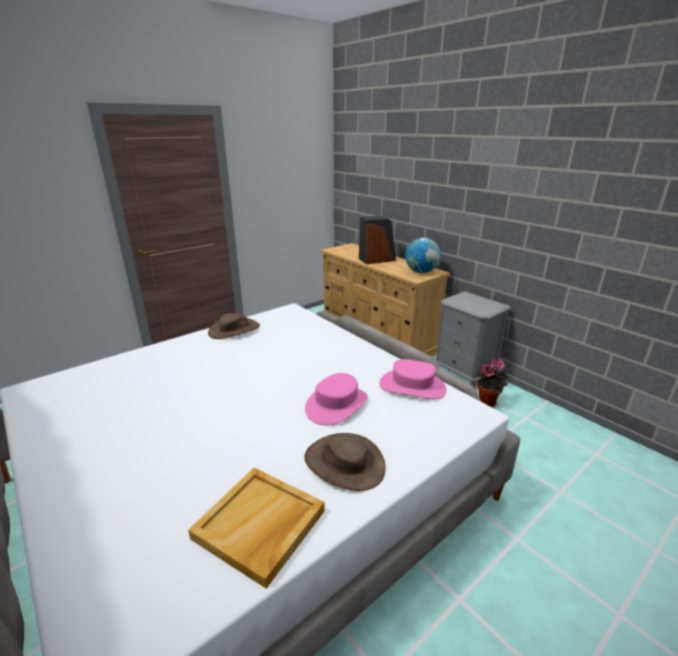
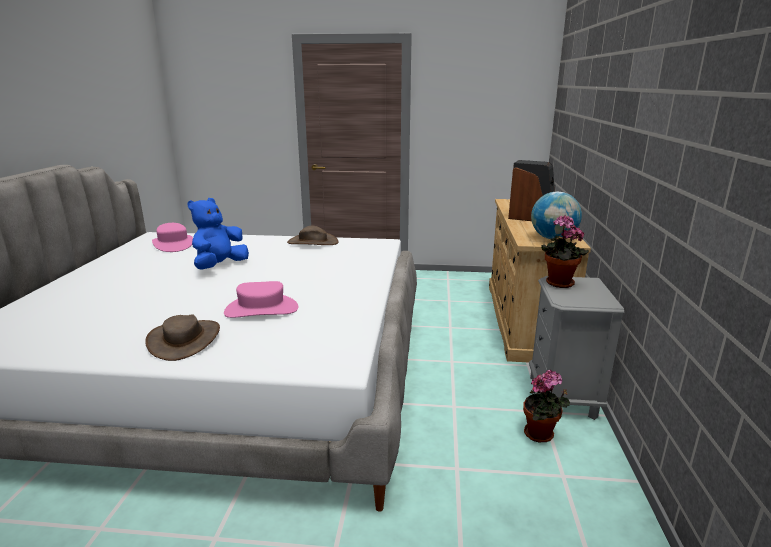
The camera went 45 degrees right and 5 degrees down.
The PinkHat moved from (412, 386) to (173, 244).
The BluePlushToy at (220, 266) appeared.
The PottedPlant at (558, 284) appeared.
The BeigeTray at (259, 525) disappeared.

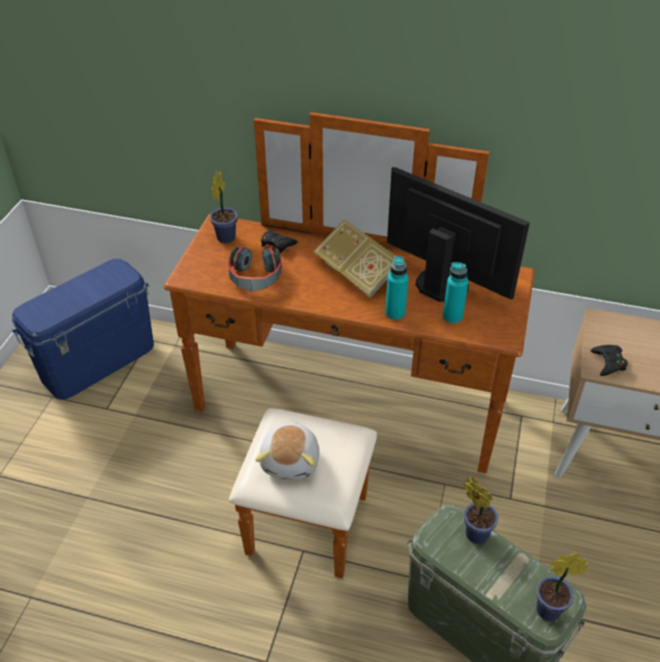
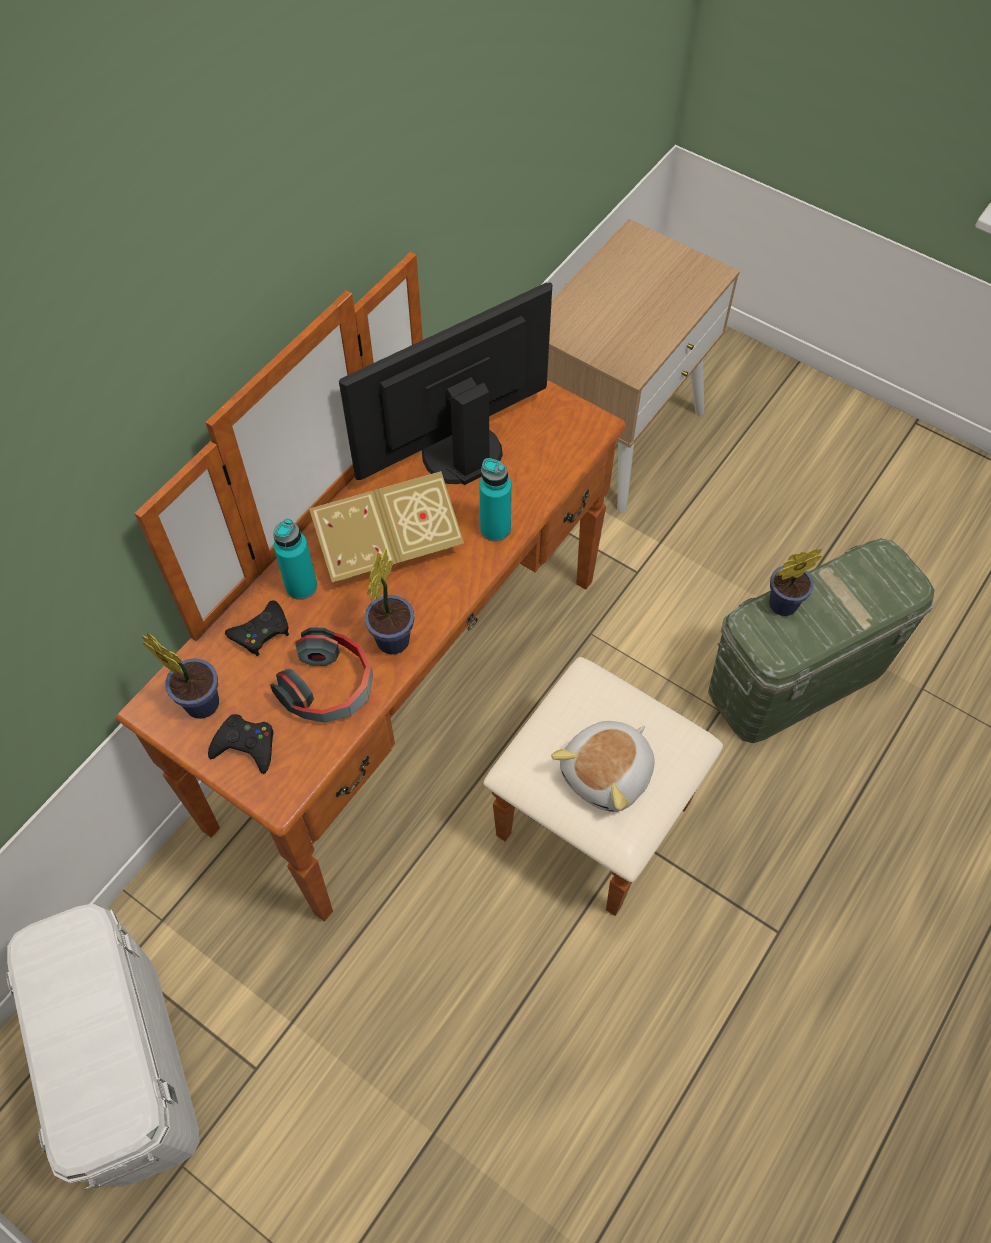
The camera went 70 degrees left and 15 degrees up.
The BlueStorageBox at (97, 360) became the WhiteStorageBox at (130, 1065).
The BlackGameController moved from (608, 362) to (246, 746).
The TurquoiseBottle moved from (452, 317) to (301, 586).
The PottedPlant moved from (551, 610) to (394, 636).
The PlushToy at (291, 461) turned 105 degrees clockwise.

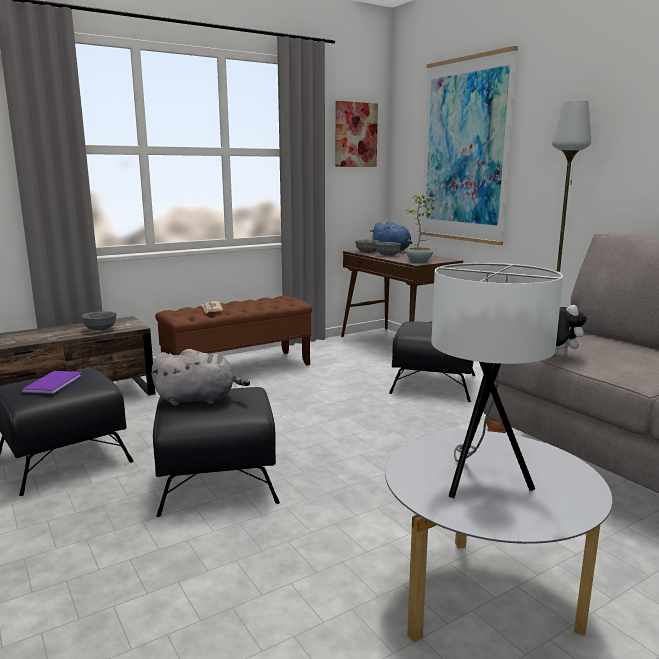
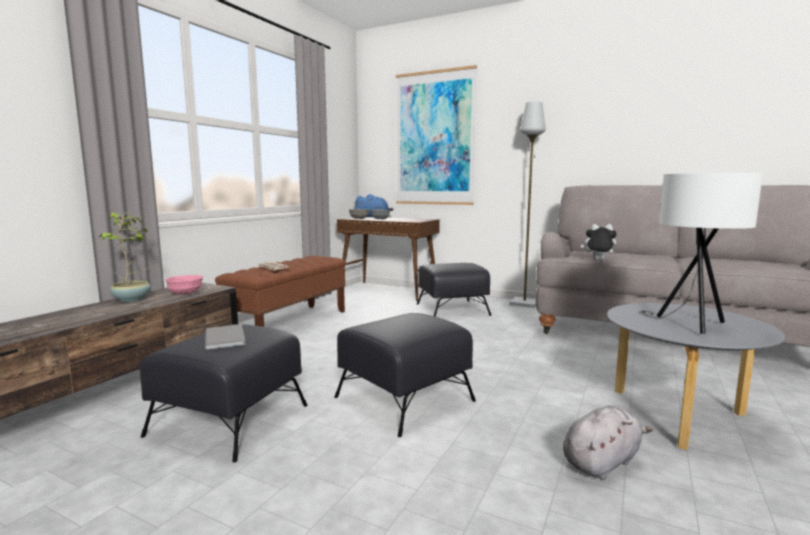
The camera went 30 degrees left and 5 degrees down.
The PottedPlant moved from (420, 261) to (132, 299).
The GreyBowl at (100, 329) became the PinkBowl at (185, 293).
The PurpleBook at (55, 383) became the GreyBook at (226, 337).
The GreyPlushToy moved from (199, 399) to (602, 462).
The Picture at (355, 134) disappeared.

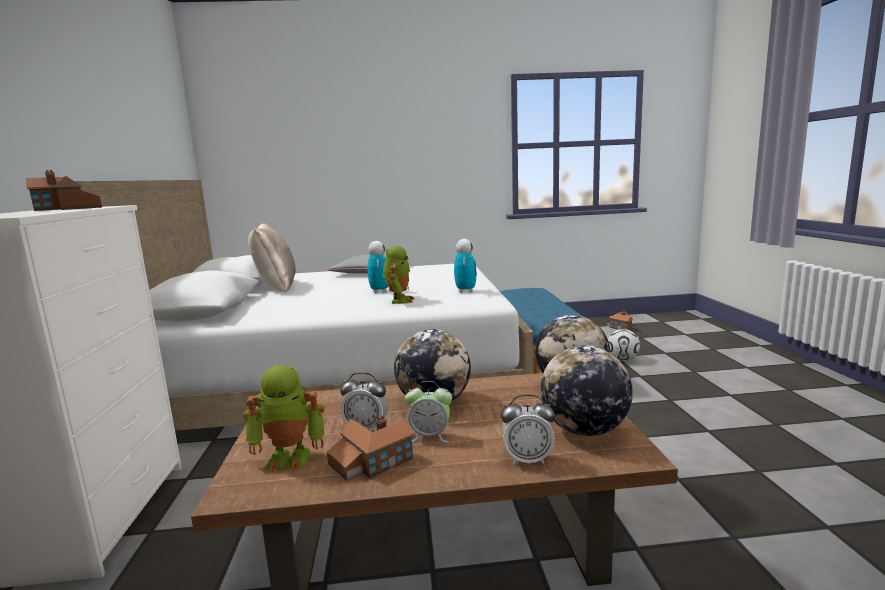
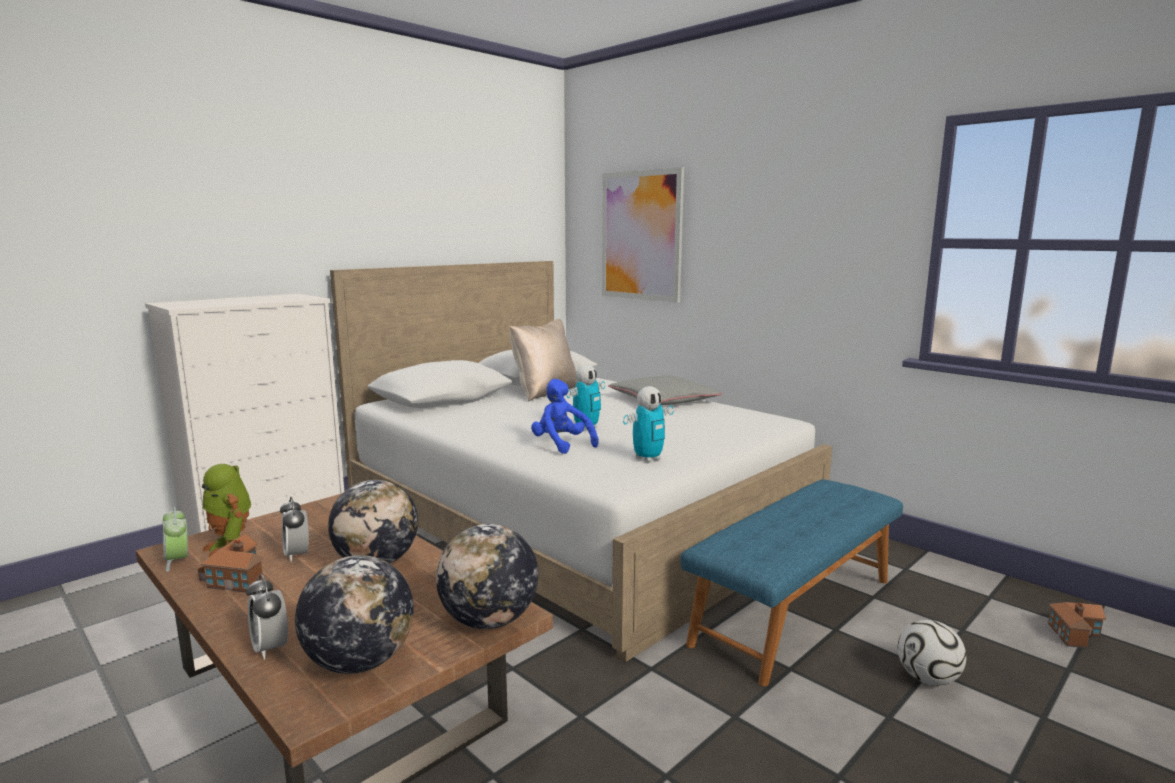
The camera went 50 degrees right and 0 degrees up.
The AlarmClock moved from (430, 436) to (178, 561).
The ToyRobot at (399, 300) was replaced by the BluePlushToy at (561, 445).
The Picture at (641, 236) appeared.
The ToyHouse at (69, 208) disappeared.

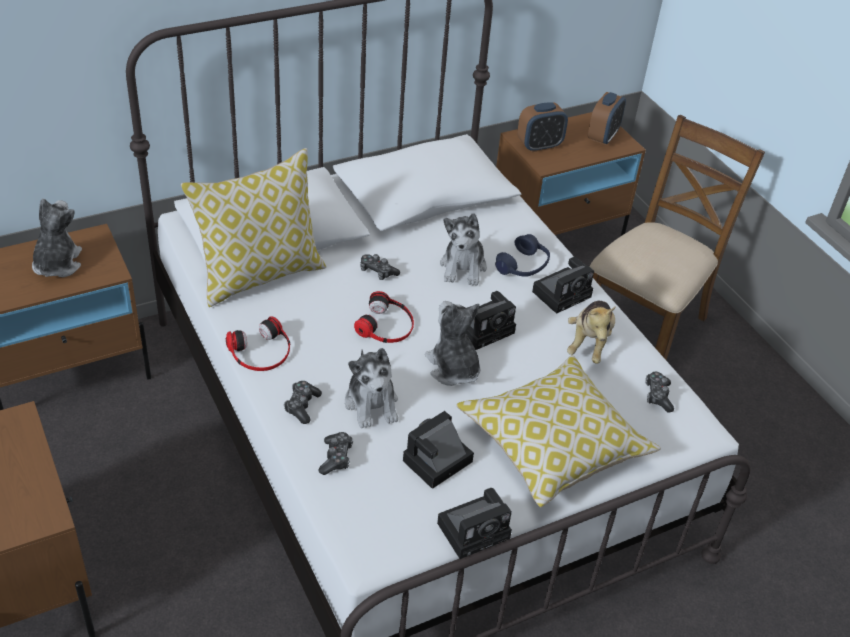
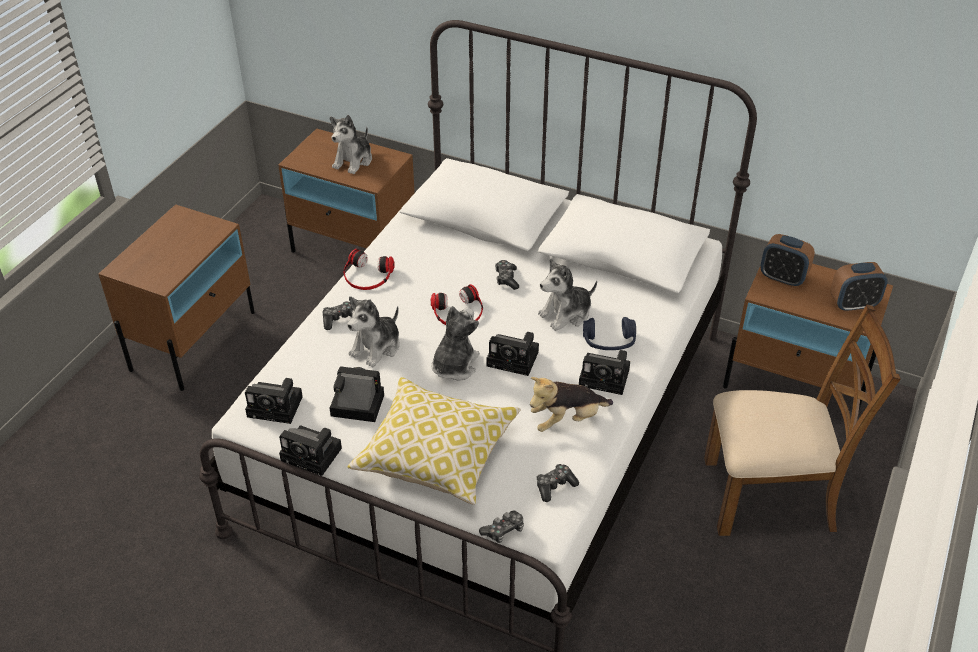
The camera went 55 degrees right and 0 degrees up.
The PhotoCamera at (277, 406) appeared.
The PlushToy at (57, 264) turned 150 degrees clockwise.
The GameController moved from (336, 458) to (503, 530).
The Pillow at (260, 274) disappeared.

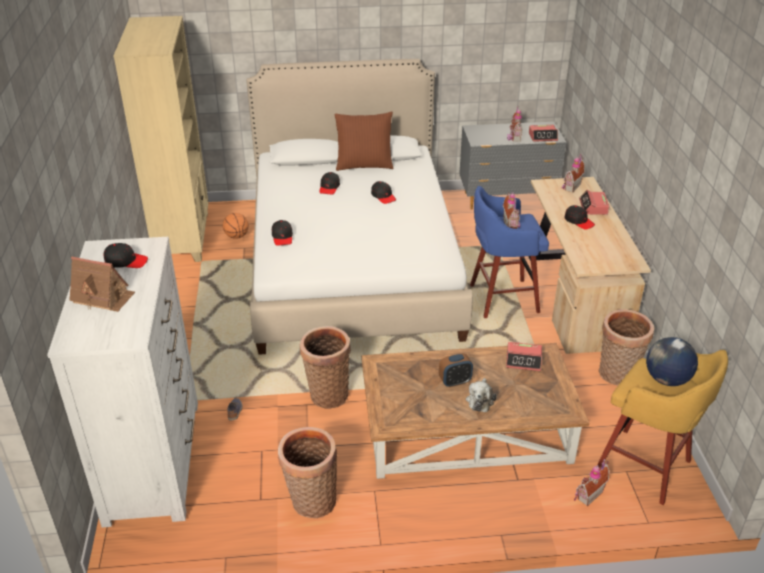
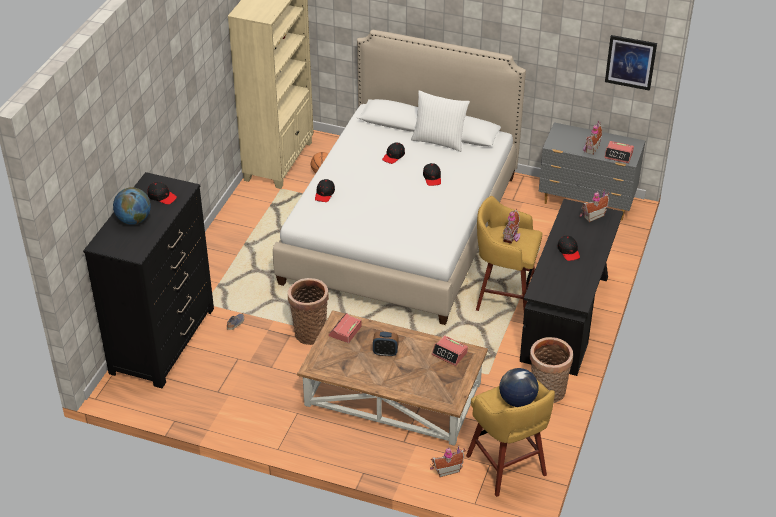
The camera went 25 degrees right and 5 degrees up.
The WhiteDresser at (154, 460) became the BlackDresser at (163, 340).
The ToyHouse at (103, 297) was replaced by the Globe at (134, 220).
The AlarmClock moved from (593, 207) to (345, 331).
The BrownPillow at (364, 165) became the WhitePillow at (439, 141).
The BlueStool at (501, 299) became the YellowStool at (504, 298).
The BeigeDesk at (573, 297) became the BlackDesk at (568, 316).
The Picture at (630, 62) appeared.
The Basket at (311, 501) disappeared.
The PlushToy at (480, 400) disappeared.

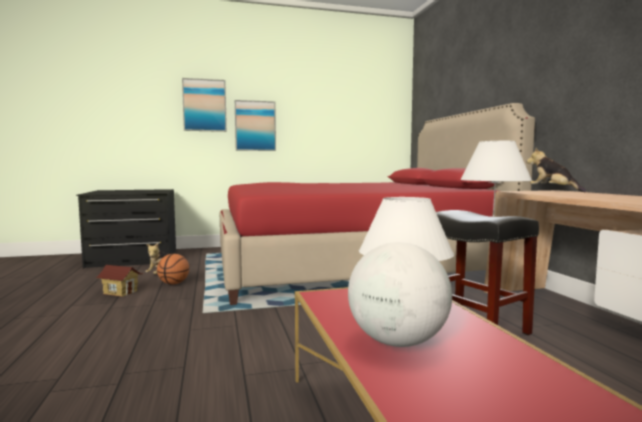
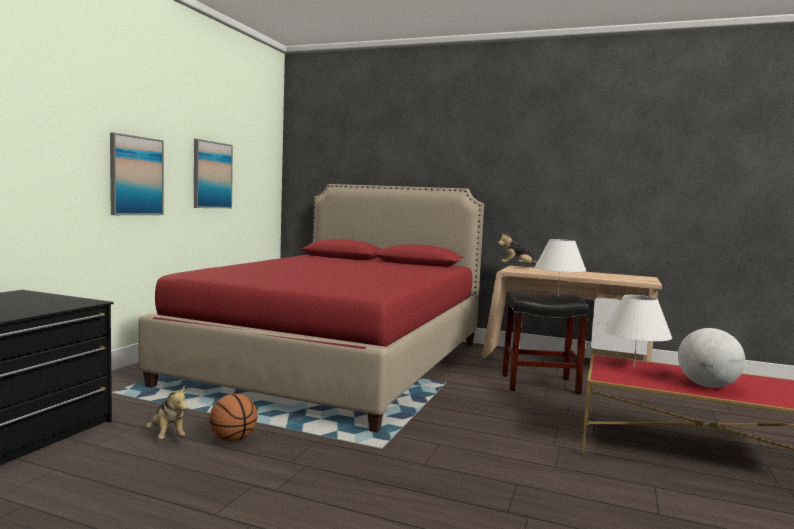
The camera went 55 degrees left and 0 degrees up.
The Picture moved from (204, 105) to (212, 175).
The ToyHouse at (120, 292) disappeared.

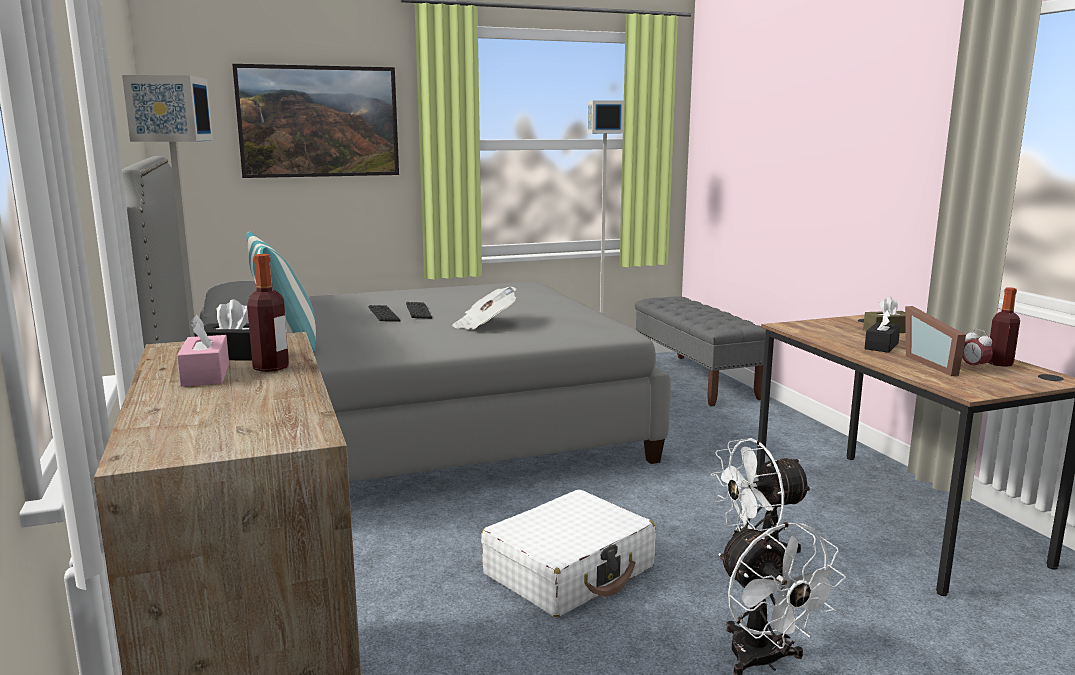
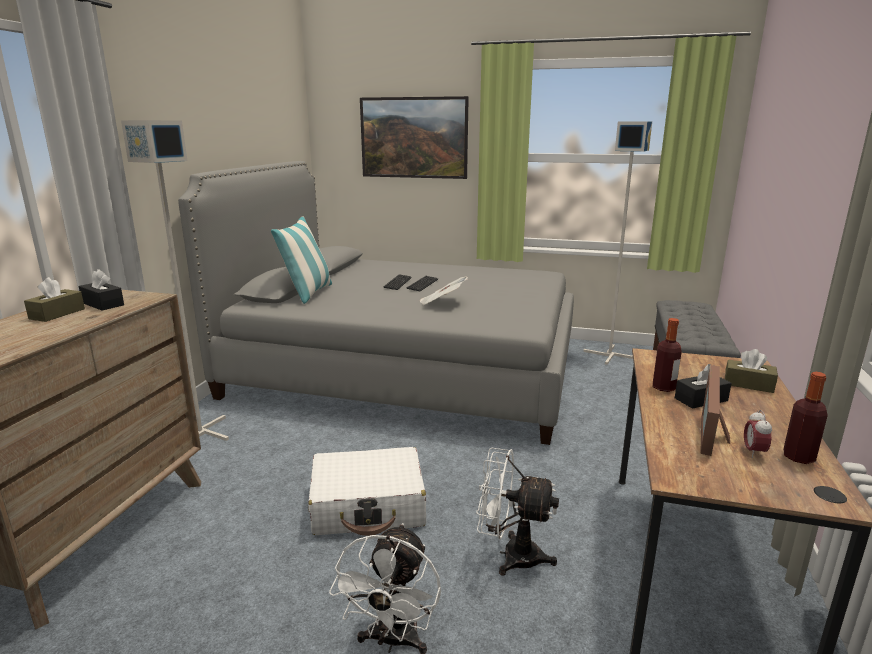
The camera went 35 degrees right and 5 degrees up.
The PinkTissueBox at (205, 374) became the BrownTissueBox at (57, 314).
The Bottle moved from (271, 367) to (663, 387).

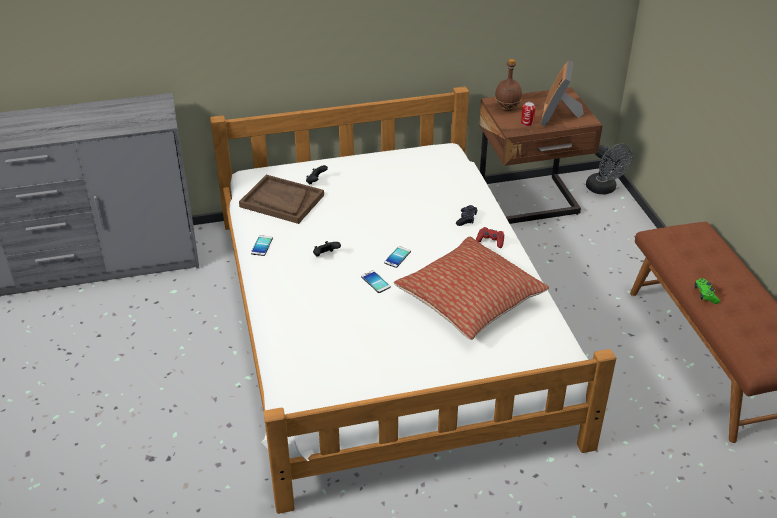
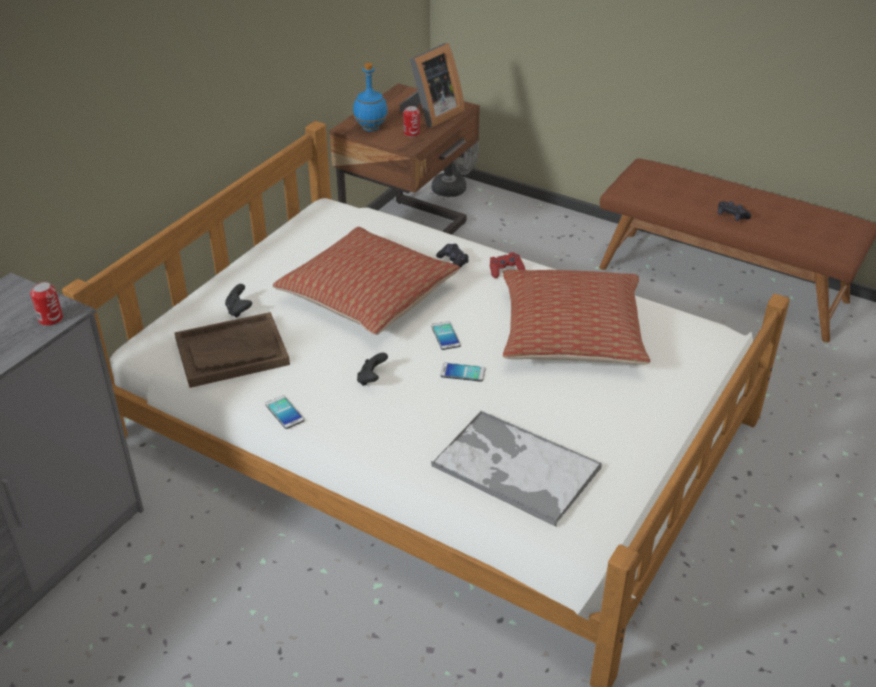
The camera went 45 degrees left and 0 degrees up.
The Can at (50, 319) appeared.
The Pillow at (368, 296) appeared.
The BrownBottle at (507, 108) became the BlueBottle at (371, 128).
The PictureFrame at (559, 117) turned 105 degrees counterclockwise.
The Tray at (514, 467) appeared.
The GreenGameController at (705, 295) became the BlackGameController at (732, 216).

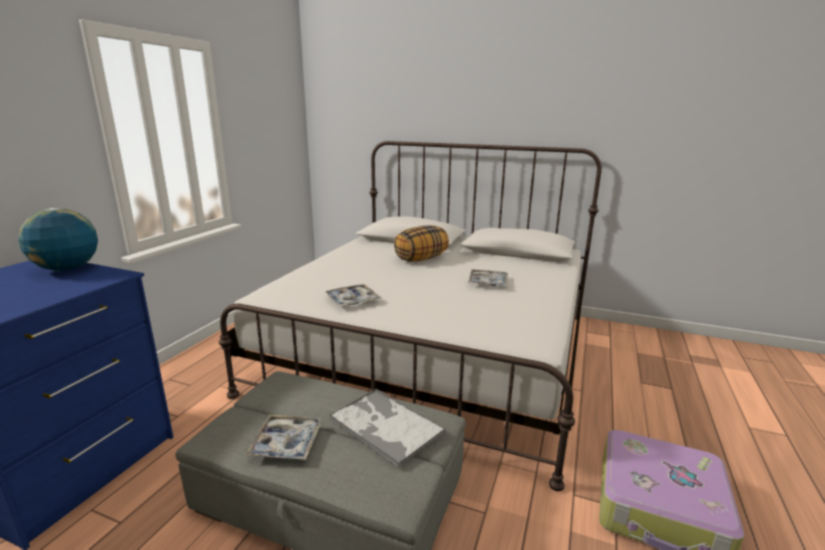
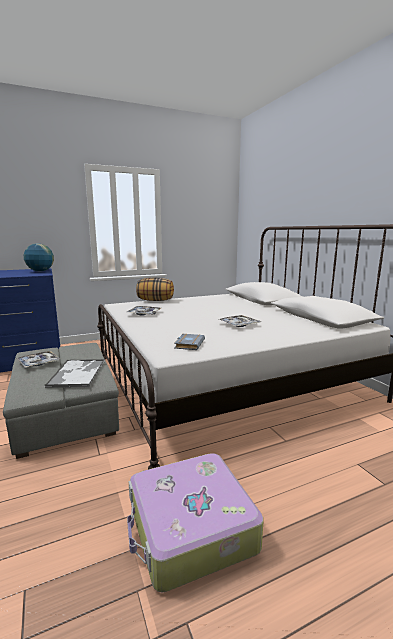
The camera went 45 degrees right and 5 degrees down.
The Pillow moved from (421, 259) to (155, 300).
The GreyBook at (188, 344) appeared.

